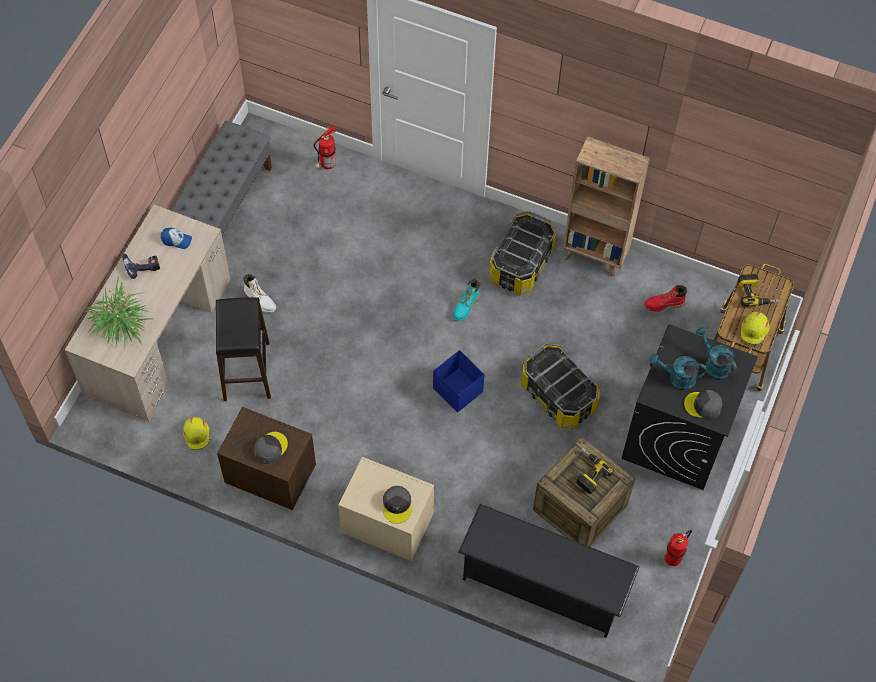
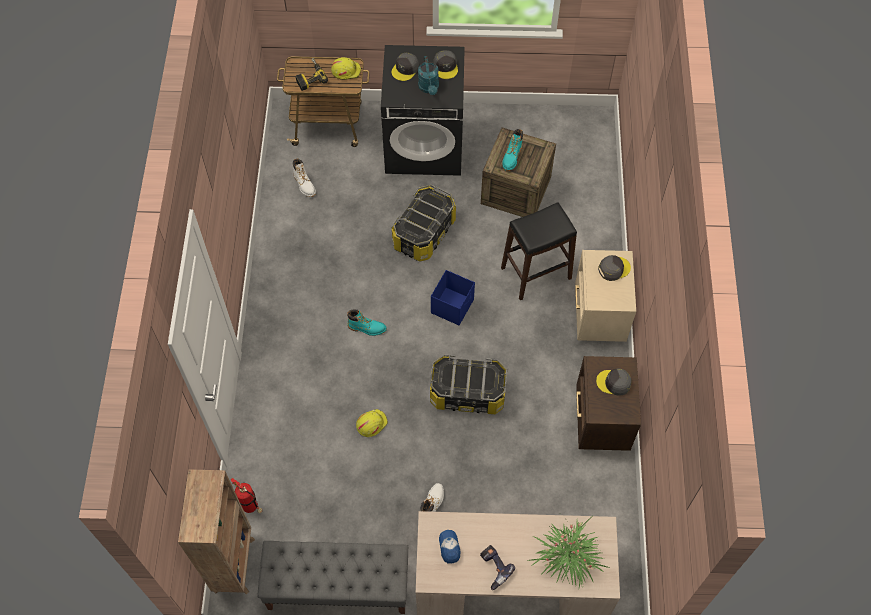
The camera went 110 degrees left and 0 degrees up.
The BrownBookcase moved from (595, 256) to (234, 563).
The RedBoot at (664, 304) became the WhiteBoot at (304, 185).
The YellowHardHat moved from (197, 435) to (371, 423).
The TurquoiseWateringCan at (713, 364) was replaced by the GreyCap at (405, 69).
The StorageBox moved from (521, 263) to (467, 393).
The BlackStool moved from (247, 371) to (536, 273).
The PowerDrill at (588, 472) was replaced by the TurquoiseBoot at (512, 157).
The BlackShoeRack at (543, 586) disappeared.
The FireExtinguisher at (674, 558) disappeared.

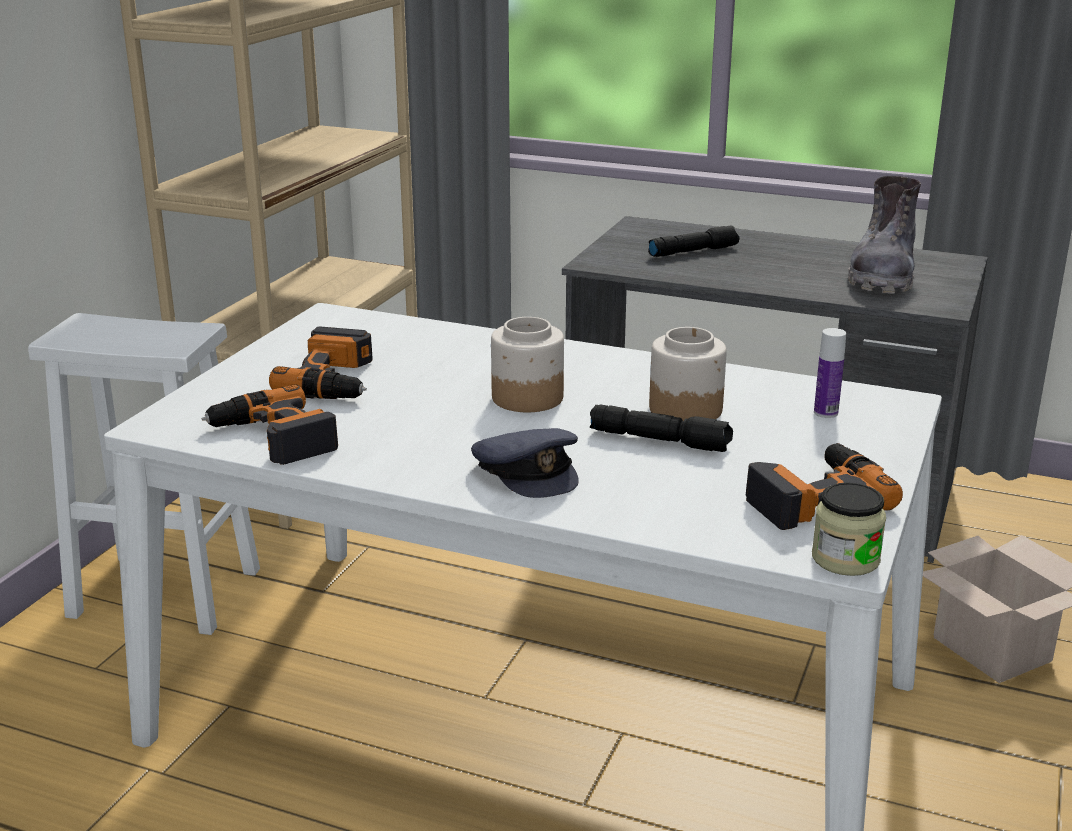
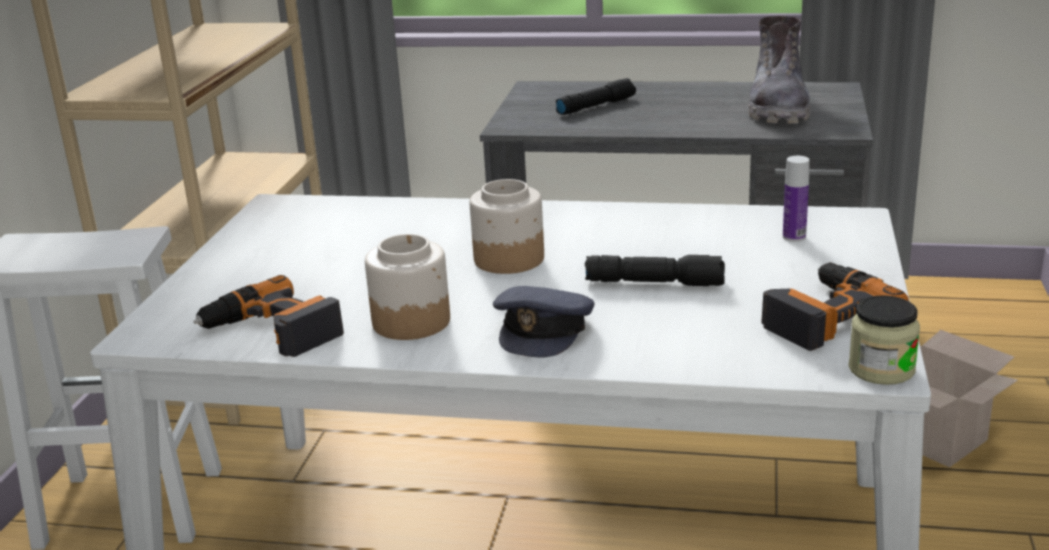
The camera went 10 degrees left and 0 degrees up.
The Jar moved from (685, 409) to (411, 321).
The GreyCap at (528, 472) turned 60 degrees clockwise.
The PowerDrill at (335, 379) disappeared.

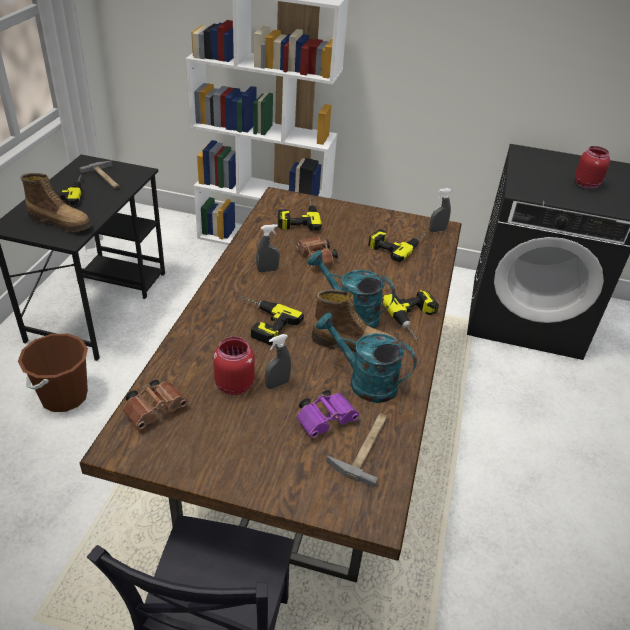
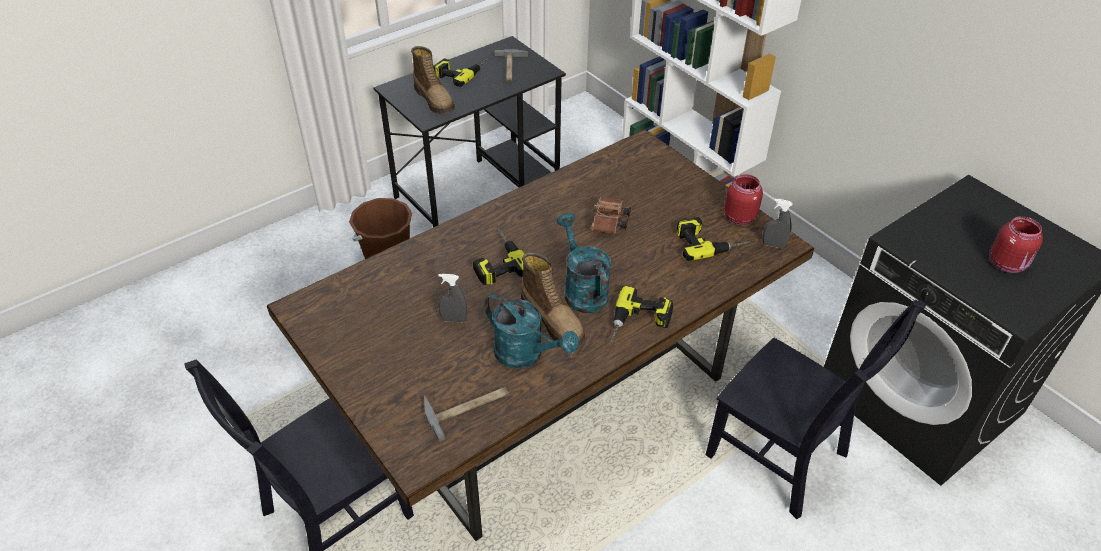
The camera went 40 degrees right and 5 degrees up.
The TurquoiseWateringCan at (364, 381) turned 150 degrees clockwise.
The BlackChair at (781, 459) appeared.
The RedJar moved from (234, 384) to (739, 216).
The BrownBinoculars at (156, 409) disappeared.
The GreySprayBottle at (267, 270) disappeared.
The PowerDrill at (298, 217) disappeared.
The PurpleBinoculars at (326, 420) disappeared.

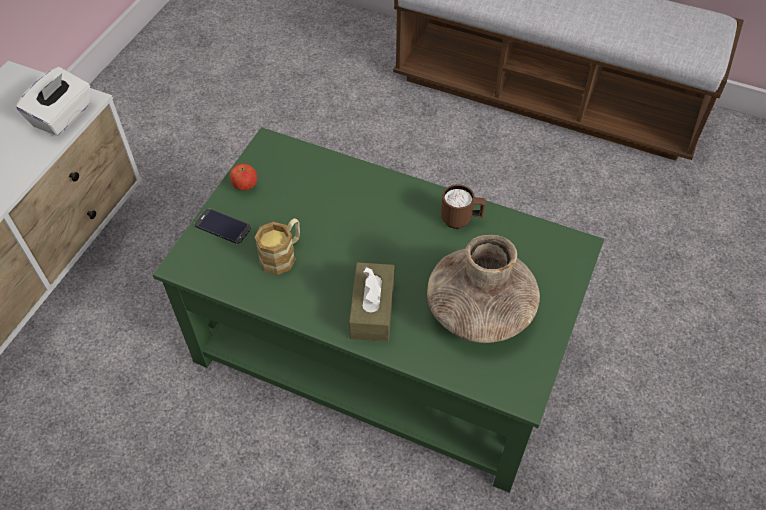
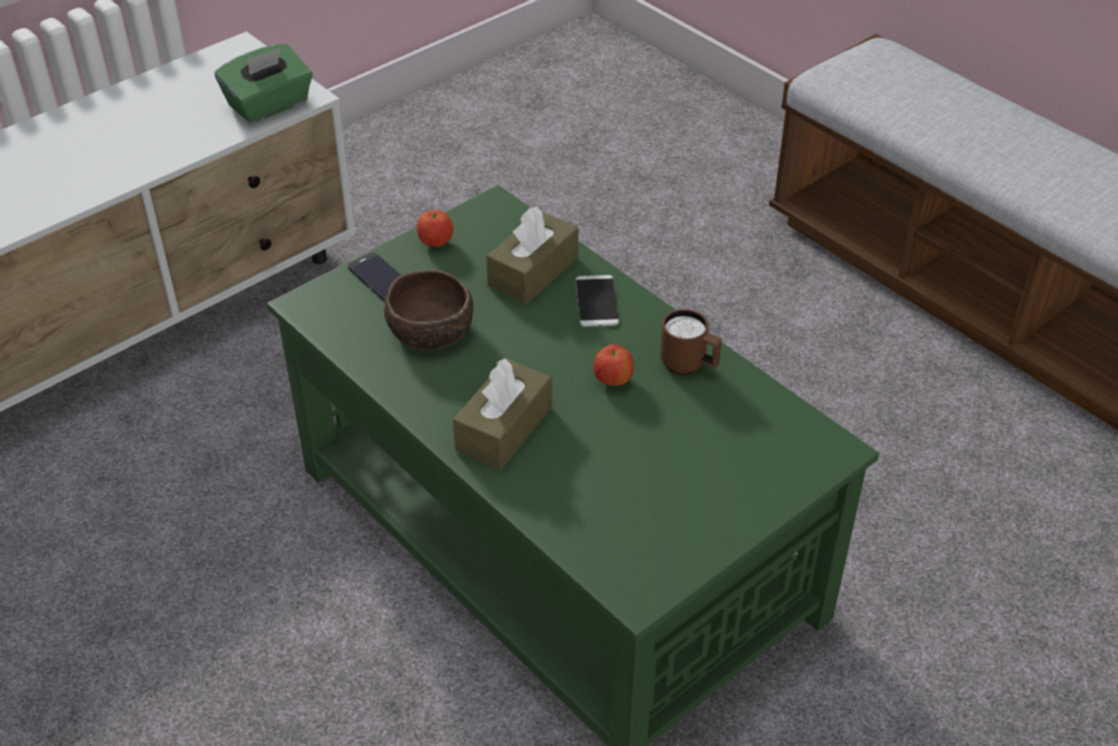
The camera went 25 degrees right and 10 degrees down.
The WhiteTissueBox at (63, 116) became the GreenTissueBox at (269, 105).
The Mug at (283, 255) was replaced by the BrownBowl at (432, 332).
The BrownTissueBox at (533, 272) appeared.
The Phone at (596, 302) appeared.
The Apple at (613, 381) appeared.
The BrownVase at (479, 310) disappeared.

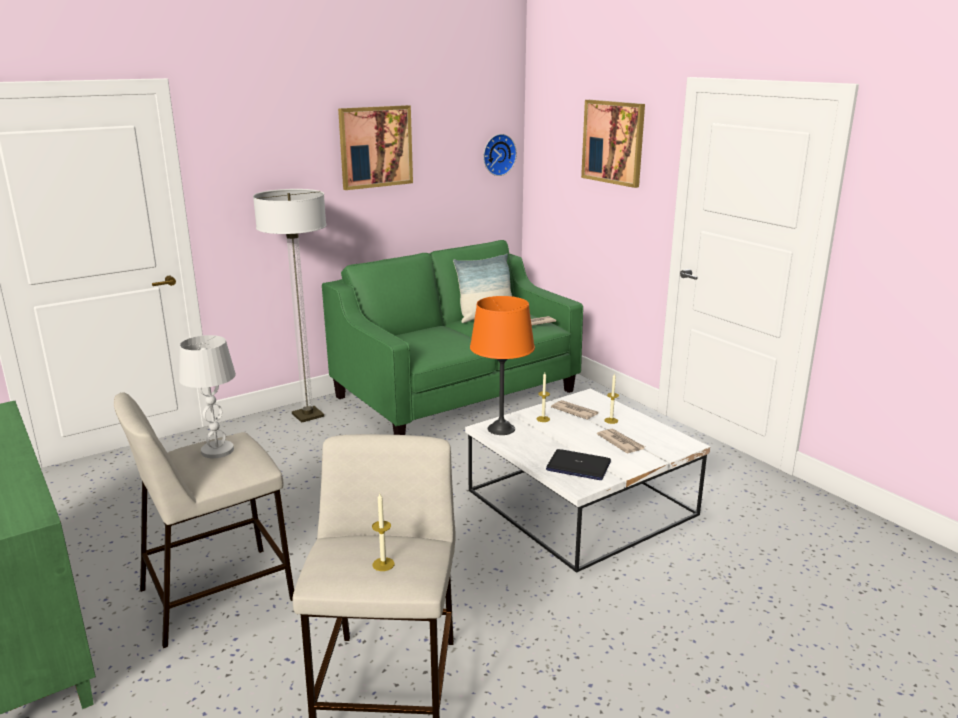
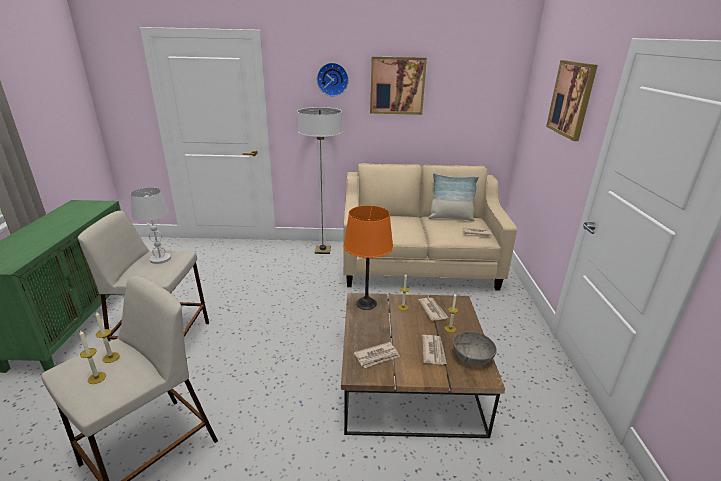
The camera went 35 degrees right and 5 degrees up.
The Candle at (111, 357) appeared.
The WallClock moved from (498, 154) to (332, 79).
The WhiteCoffeeTable at (581, 501) became the BrownCoffeeTable at (411, 378).
The GreenSofa at (456, 394) became the BeigeSofa at (418, 265).
The Laptop at (578, 466) was replaced by the Newspaper at (377, 356).
The GreyBowl at (472, 357) appeared.

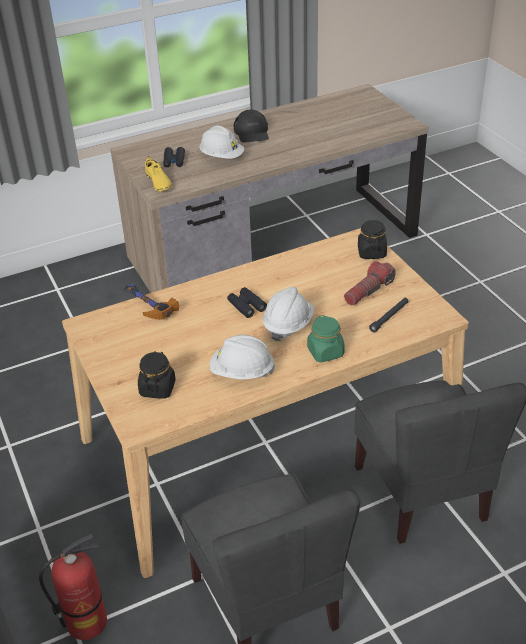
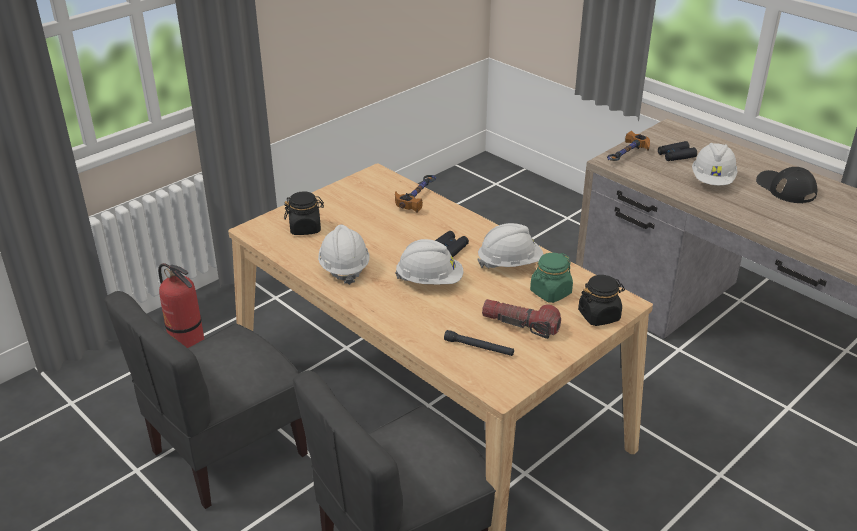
The camera went 70 degrees right and 5 degrees down.
The WhiteHardHat at (510, 263) appeared.
The GreenJar moved from (325, 352) to (550, 293).
The YellowShoe at (158, 182) was replaced by the Hammer at (626, 156).
The BlackCap at (252, 132) turned 90 degrees clockwise.

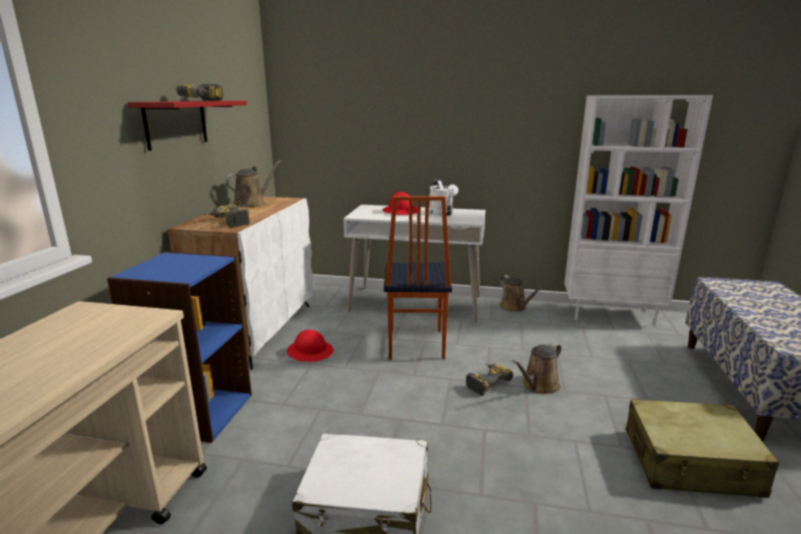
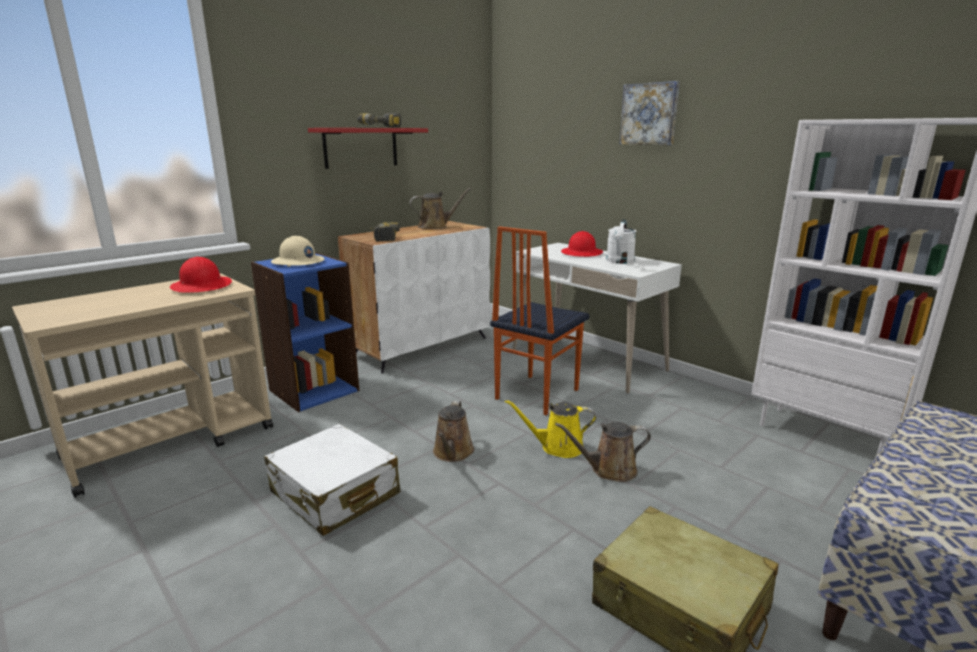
The camera went 35 degrees right and 0 degrees up.
The RedHardHat moved from (310, 352) to (202, 286).
The BeigeHardHat at (298, 262) appeared.
The BrownWateringCan moved from (514, 307) to (452, 453).
The PowerDrill at (485, 382) was replaced by the YellowWateringCan at (557, 447).
The Picture at (649, 114) appeared.

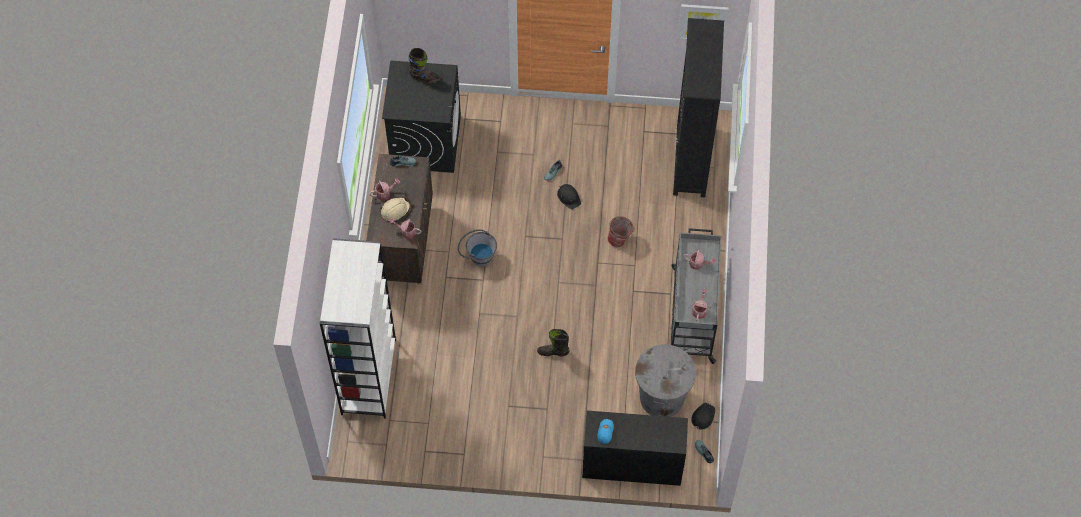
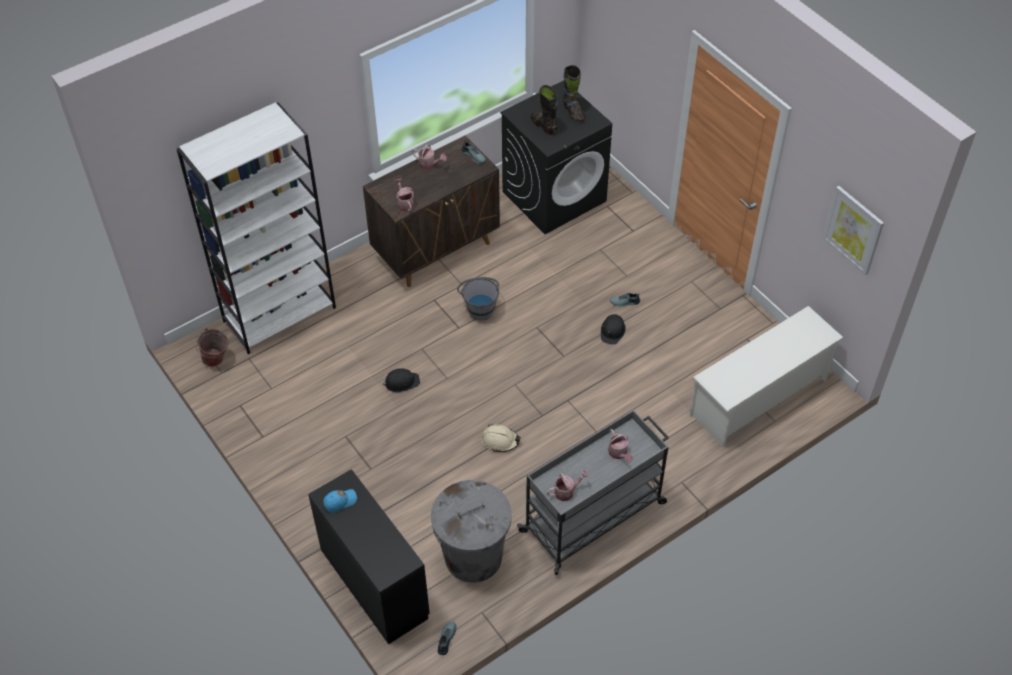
The camera went 50 degrees right and 10 degrees down.
The Bucket moved from (620, 239) to (216, 361).
The BlackHardHat moved from (703, 417) to (401, 382).
The BeigeHardHat moved from (395, 210) to (500, 440).
The BlackBoot moved from (553, 352) to (543, 125).
The BlackBookcase at (690, 161) was replaced by the WhiteShoeRack at (759, 397).

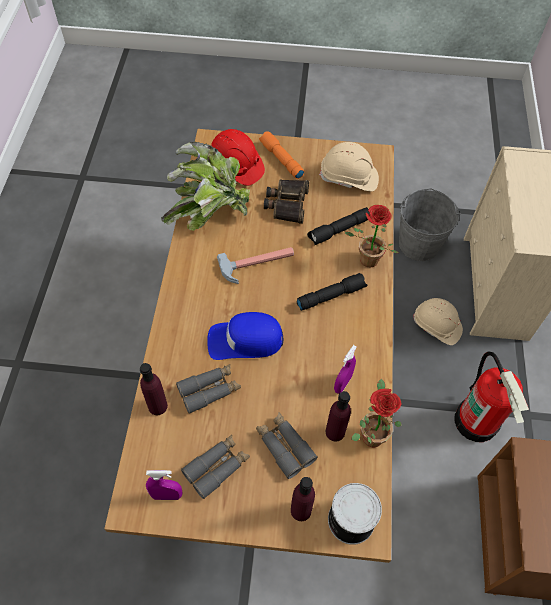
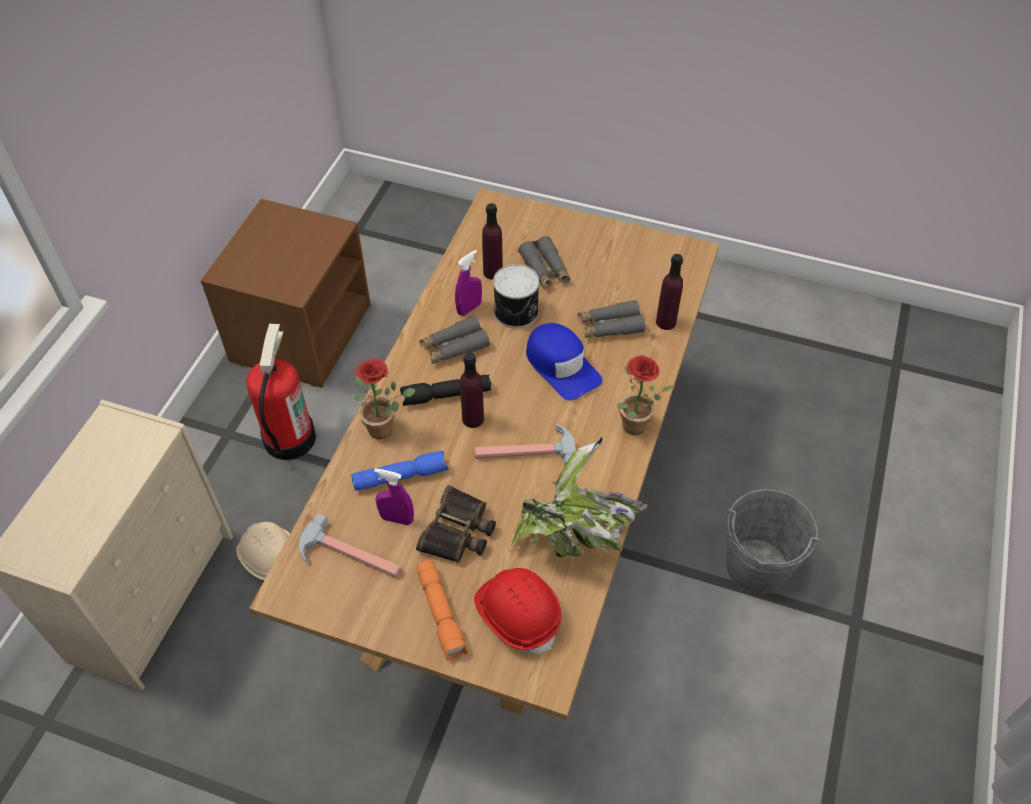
The camera went 165 degrees left and 5 degrees down.
The BeigeHardHat at (349, 178) was replaced by the Hammer at (350, 558).
The BlackFlashlight at (339, 231) became the BlueFlashlight at (401, 476).
The PurpleSprayBottle moved from (167, 495) to (397, 519).
The GreyBinoculars moved from (217, 467) to (454, 347).
The PurpleBottle moved from (301, 510) to (473, 419).
The Can moved from (349, 520) to (517, 312).
The BlueCap at (245, 340) turned 45 degrees clockwise.
The PottedPlant moved from (371, 432) to (634, 430).
The GreyBucket moved from (418, 244) to (756, 566).

